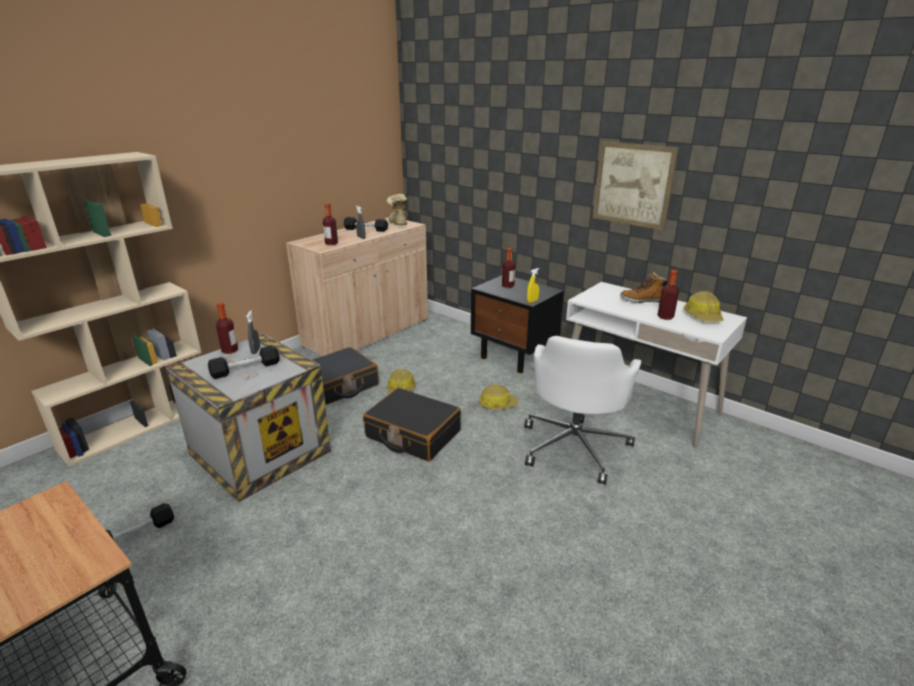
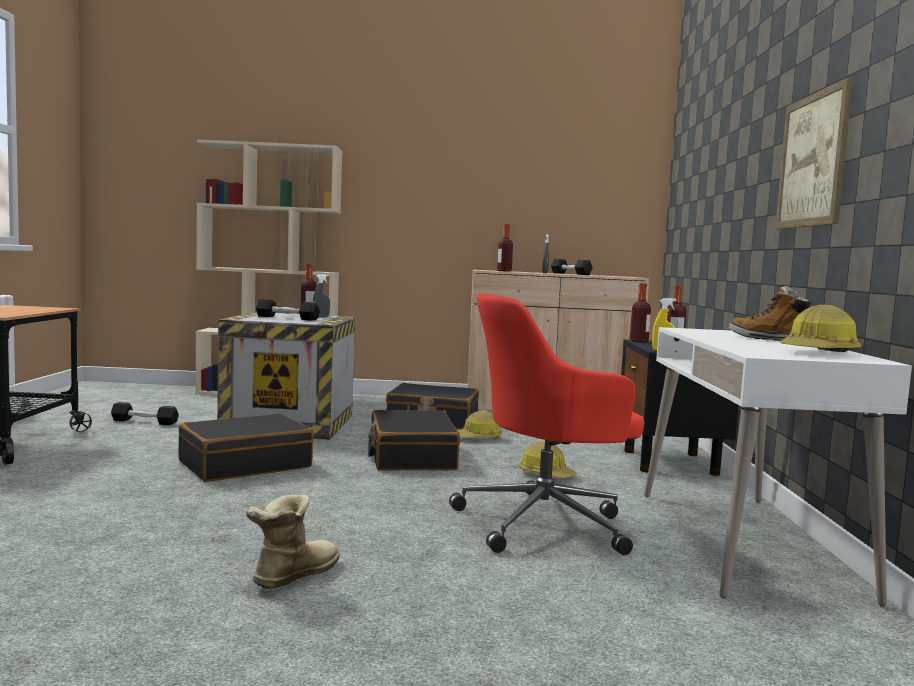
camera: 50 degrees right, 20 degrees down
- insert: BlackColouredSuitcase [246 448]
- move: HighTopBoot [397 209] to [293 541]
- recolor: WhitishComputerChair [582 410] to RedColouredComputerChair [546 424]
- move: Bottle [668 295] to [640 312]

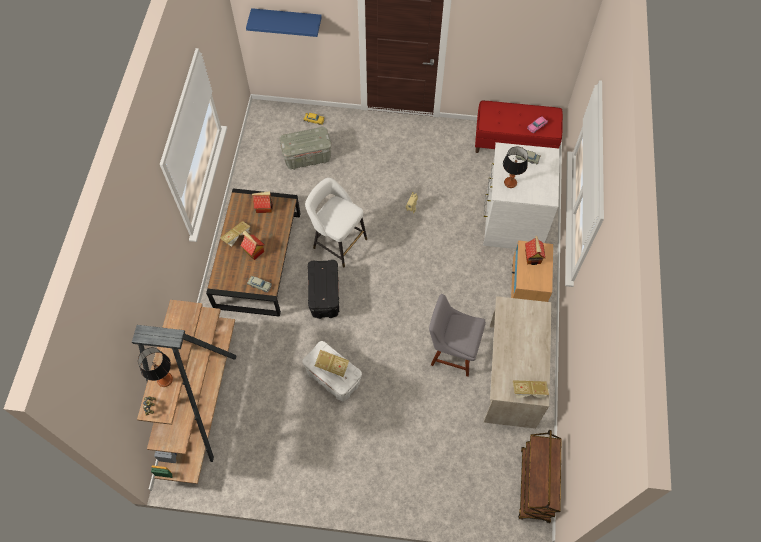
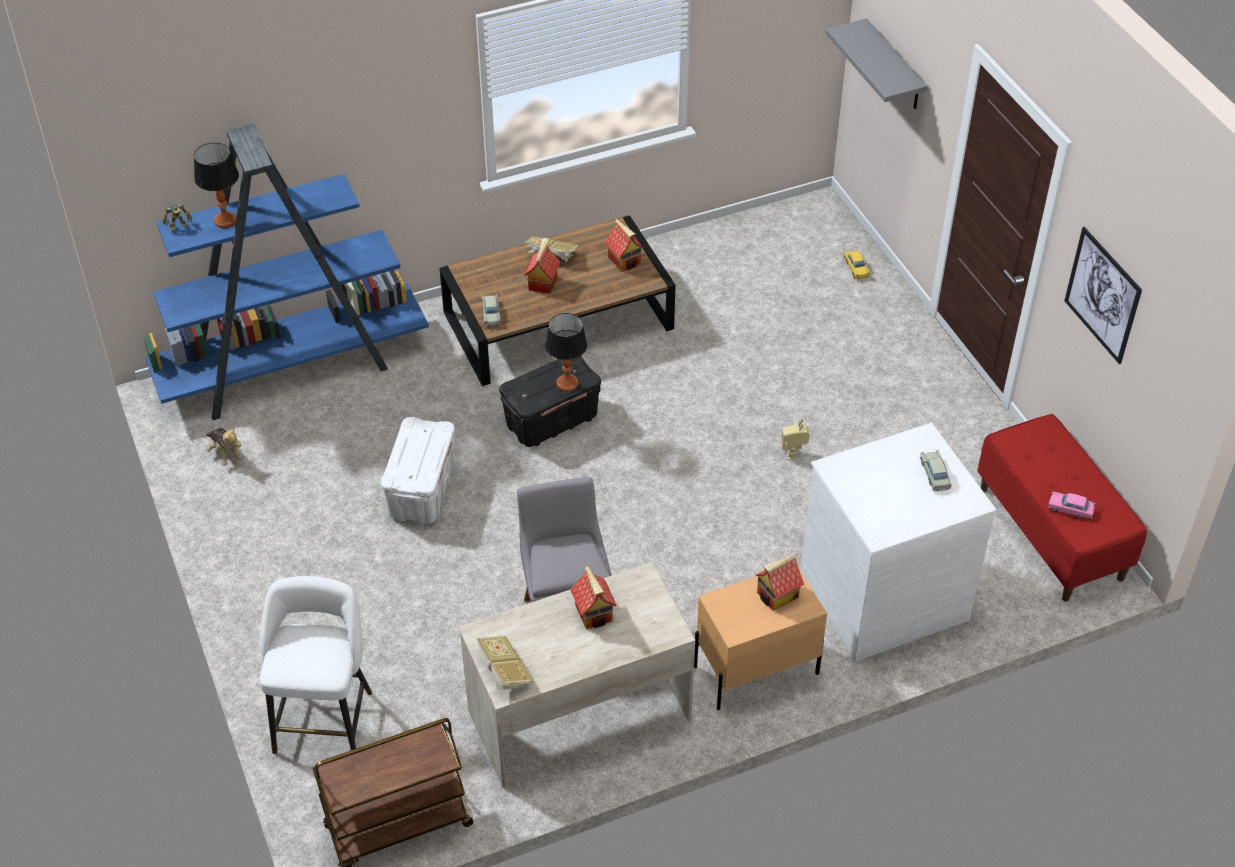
camera: 60 degrees right, 15 degrees down
- recolor: BrownBookcase [184 392] to BlueColouredBookcase [286 272]
- insert: SoftToy [224 447]
- move: WhitishSittingStool [336 222] to [316 665]
- move: TableLamp [515 167] to [566 352]
- insert: MiniatureHouse [593 597]
- recolor: BlueColouredShelf [284 22] to GrayShelf [877 63]
- insert: WallArt [1103 295]
- delete: GrayStorageBin [305 148]
- delete: Volume [332 363]

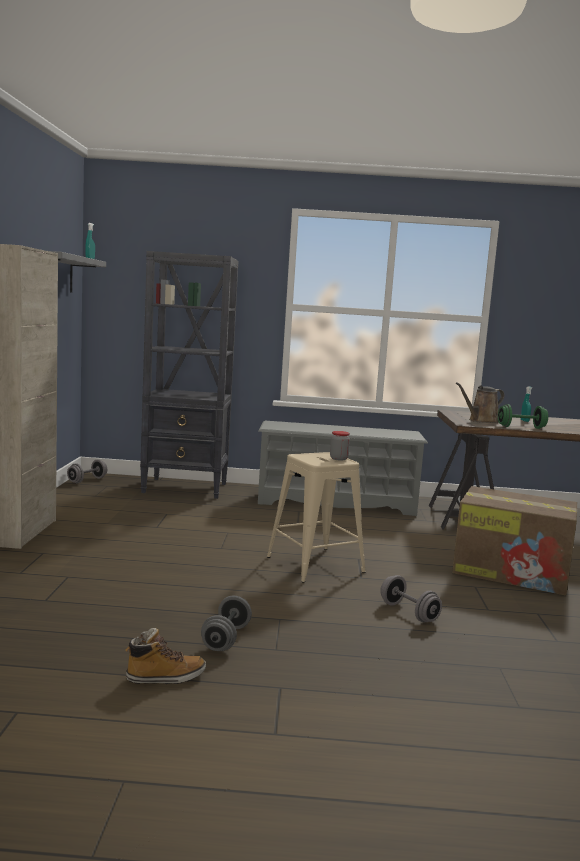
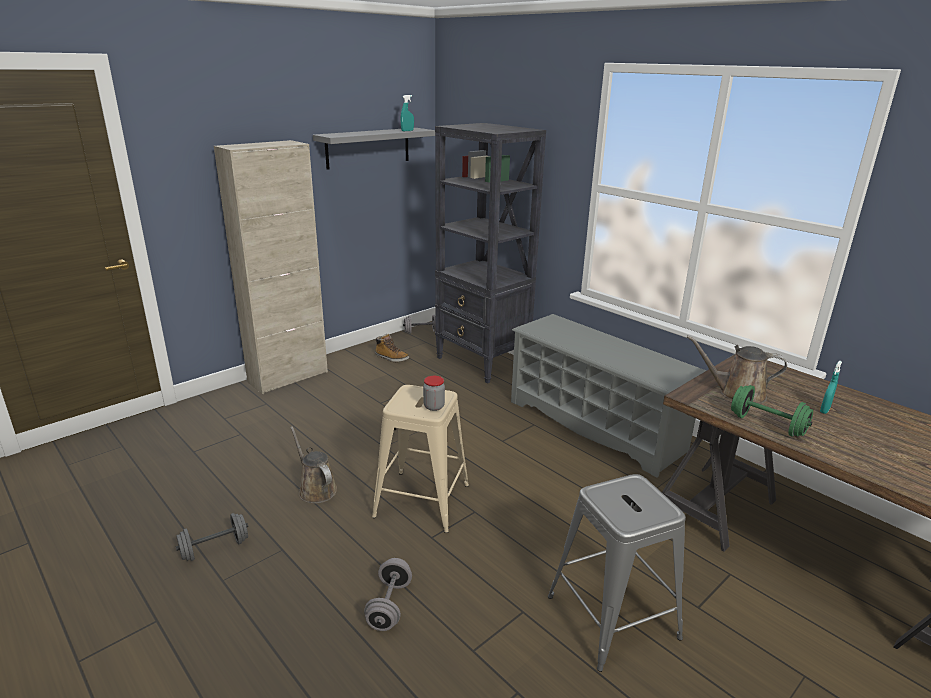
camera: 45 degrees right, 15 degrees up
- insert: BrownWateringPot [313 464]
- move: HighTopBoot [165 656] to [392 348]
- replace: CardboardBox [514 540] to GraySittingStool [617 573]

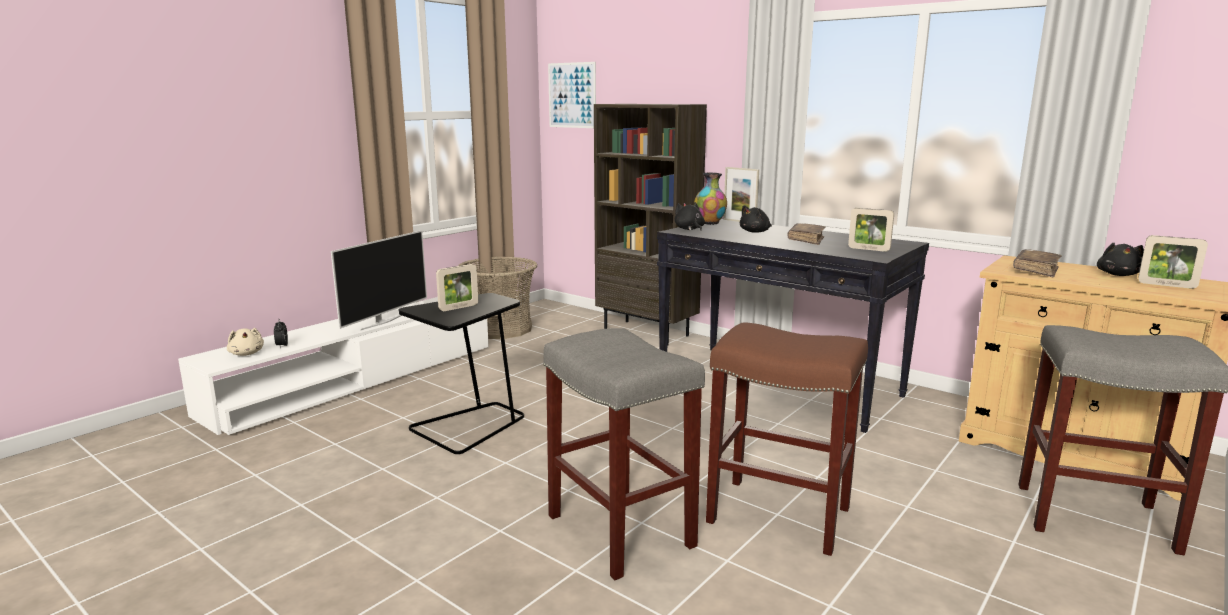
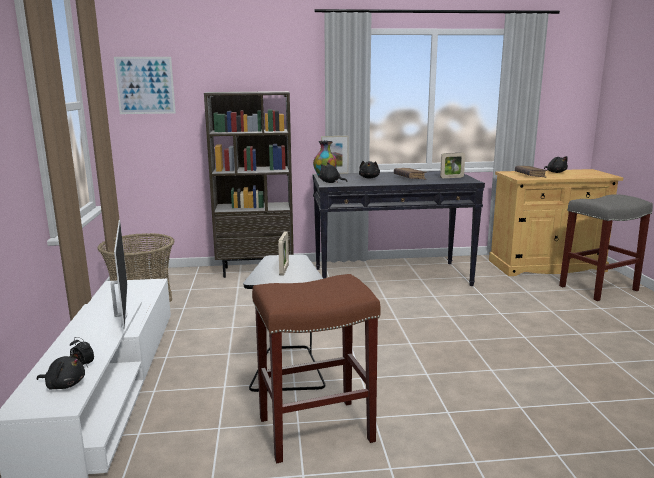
camera: 45 degrees left, 0 degrees up
- recolor: SandColouredSoftToy [245 342] to BlackColouredSoftToy [61 371]
- move: BrownSittingStool [787 439] to [316 368]
- delete: GraySittingStool [624 454]
- delete: PhotoFrame [1173 262]

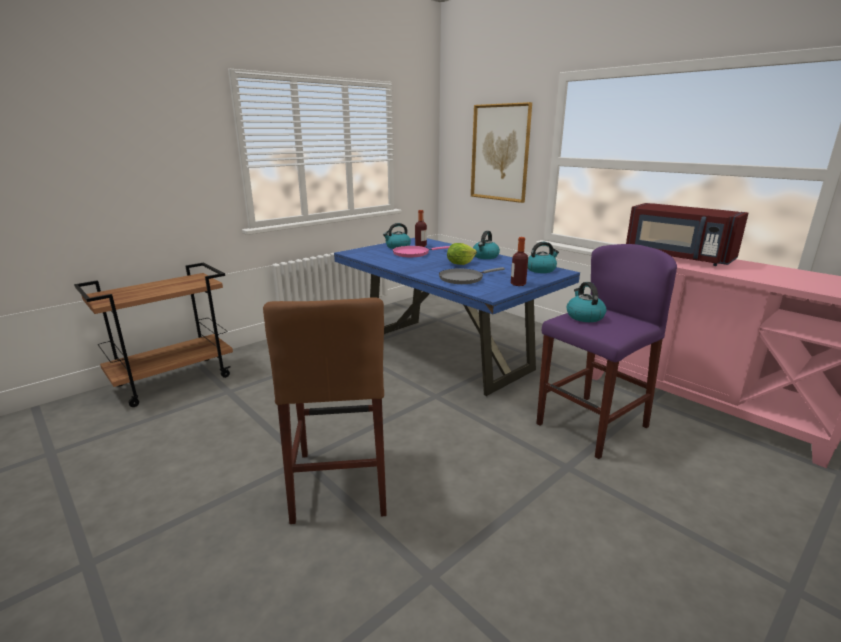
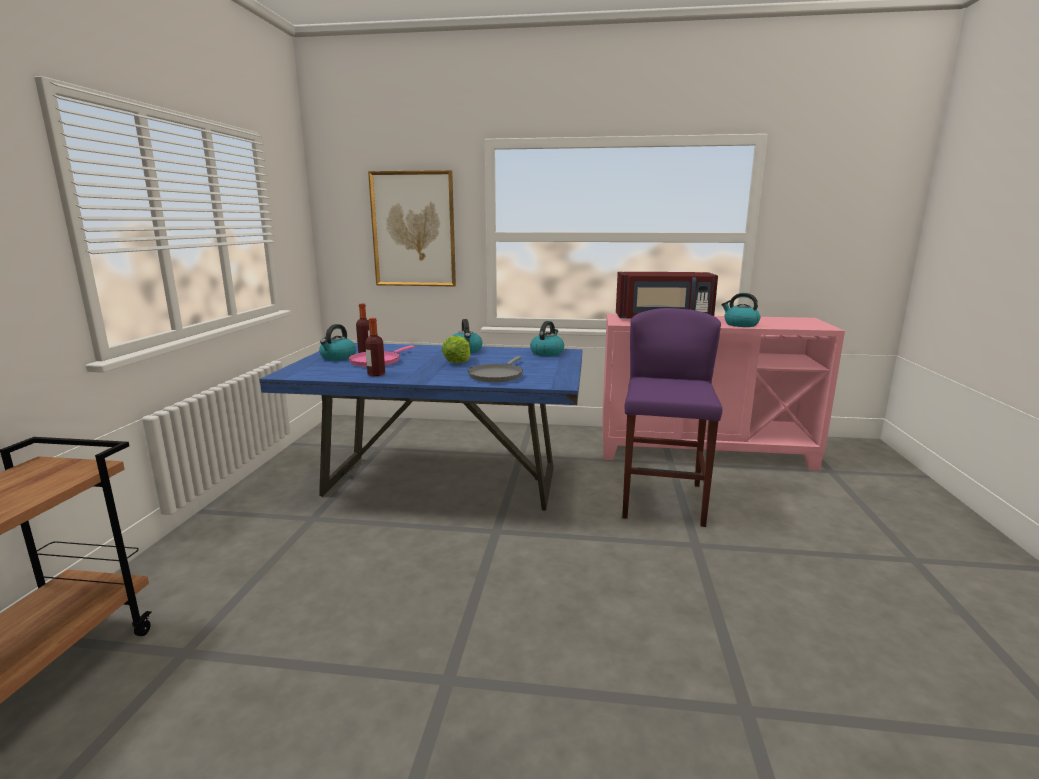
camera: 40 degrees left, 5 degrees down
- move: Bottle [519 261] to [375 347]
- move: WaterKettle [587 302] to [741 310]
- delete: BrownSittingStool [325 410]

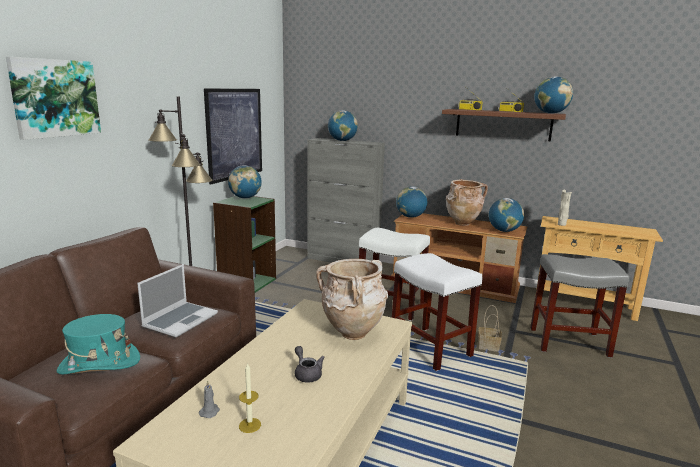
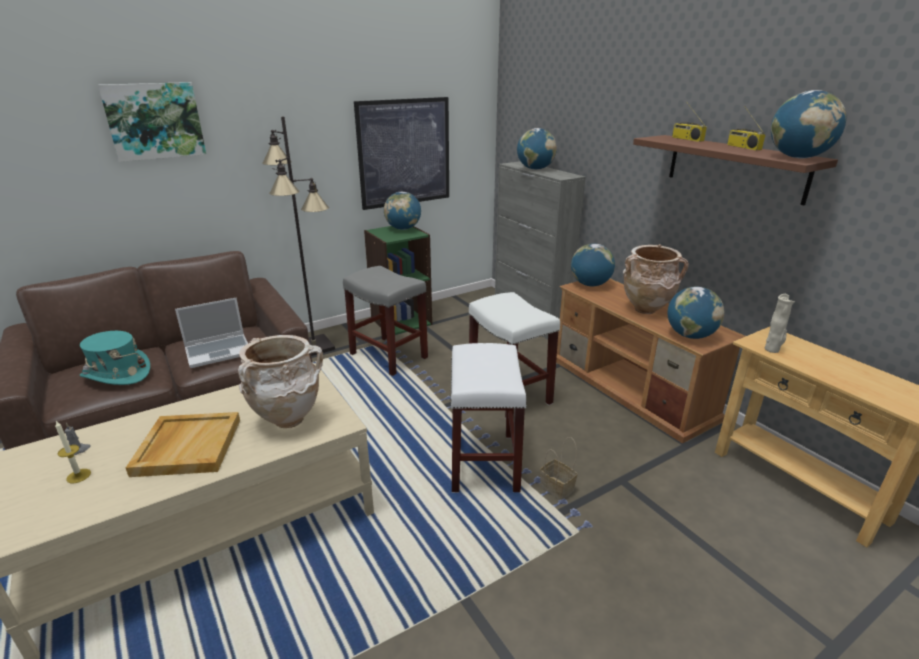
camera: 35 degrees right, 10 degrees up
- replace: GrayTeapot [310 364] to SandColouredServingTray [183 444]
- move: GraySittingStool [579 306] to [385 321]

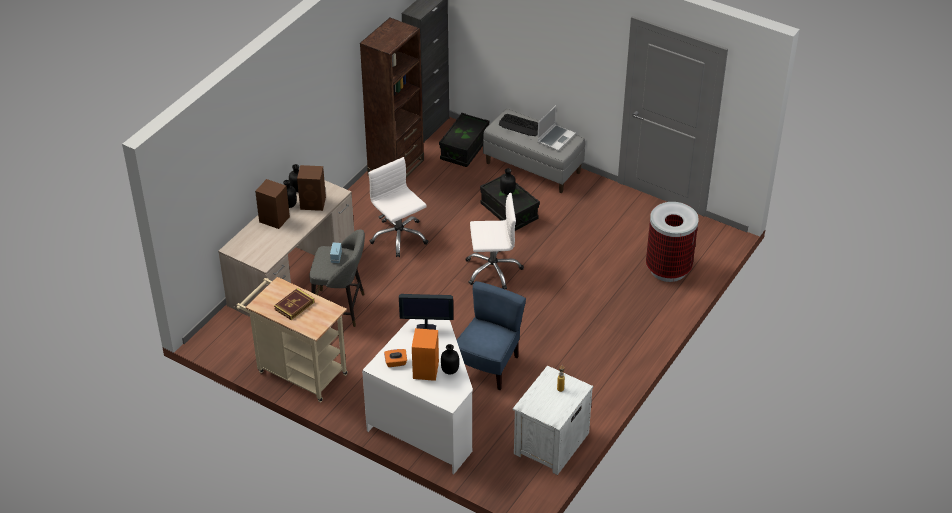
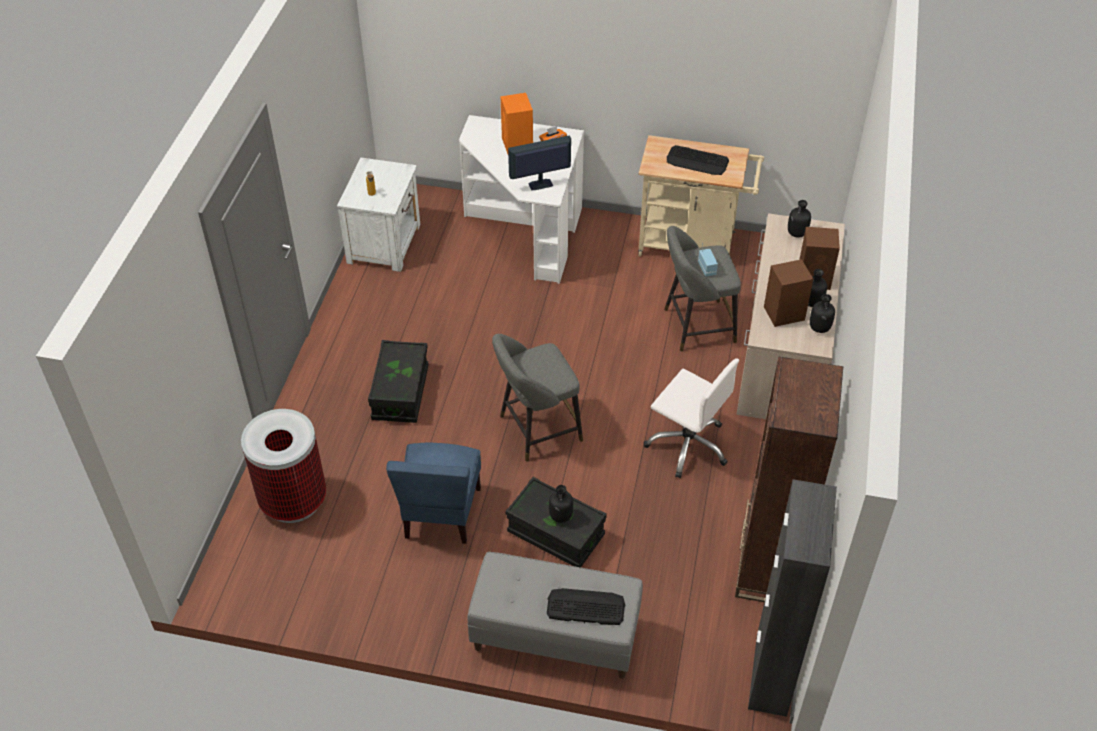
camera: 160 degrees right, 5 degrees up
- move: BlackColouredStorageBin [464 140] to [398 381]
- move: BlueColouredChair [491 335] to [433 493]
- replace: WhitishComputerChair [494 241] to GraySittingStool [537 397]
- replace: Volume [294 304] to ComputerKeyboard [698 160]
- move: BlackColouredBottle [450 359] to [799 219]
- delete: PortableComputer [557 128]

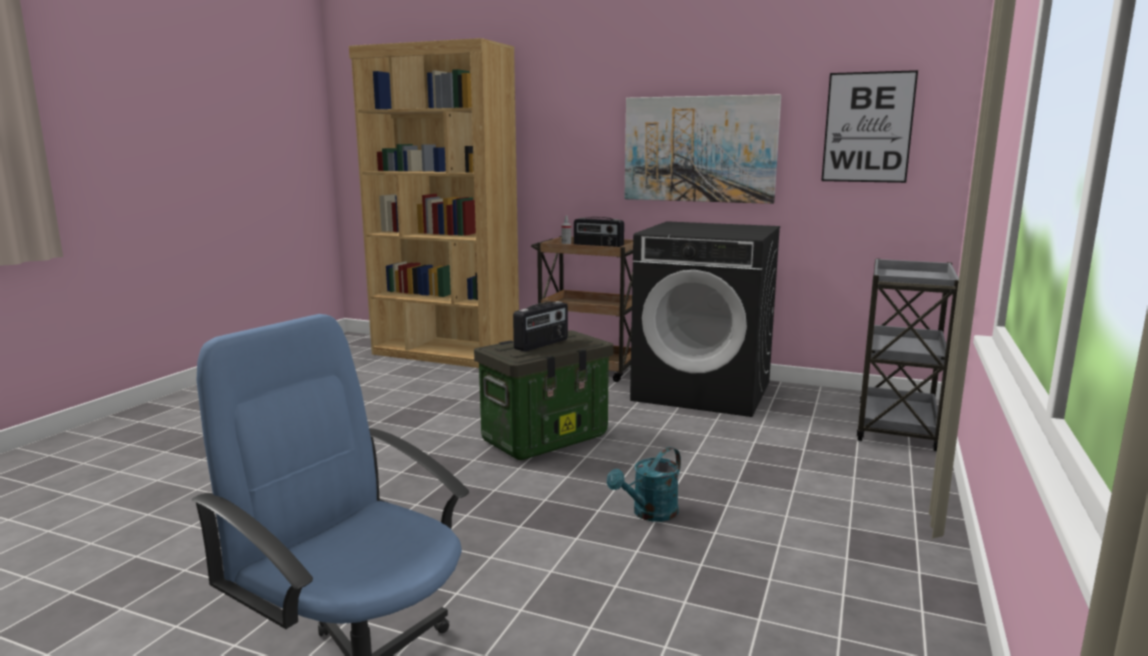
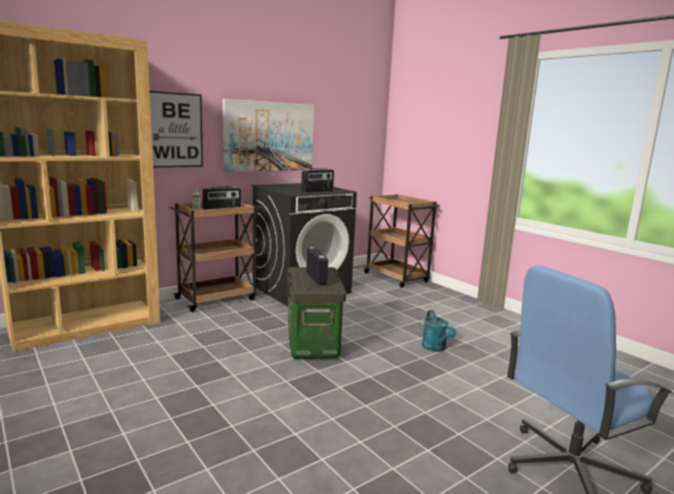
camera: 60 degrees left, 0 degrees up
- move: WallArt [869 126] to [176 129]
- insert: RadioReceiver [317 180]
- recolor: GrayCart [907 354] to BrownCart [401 241]

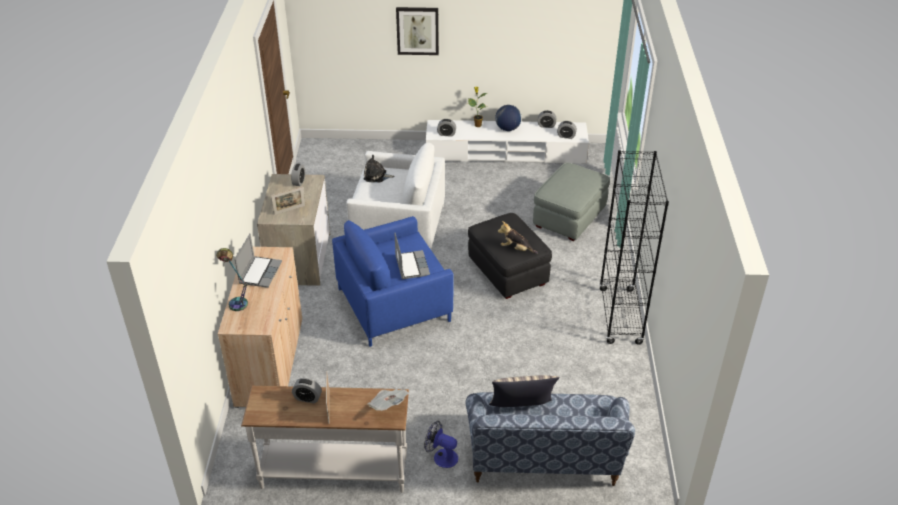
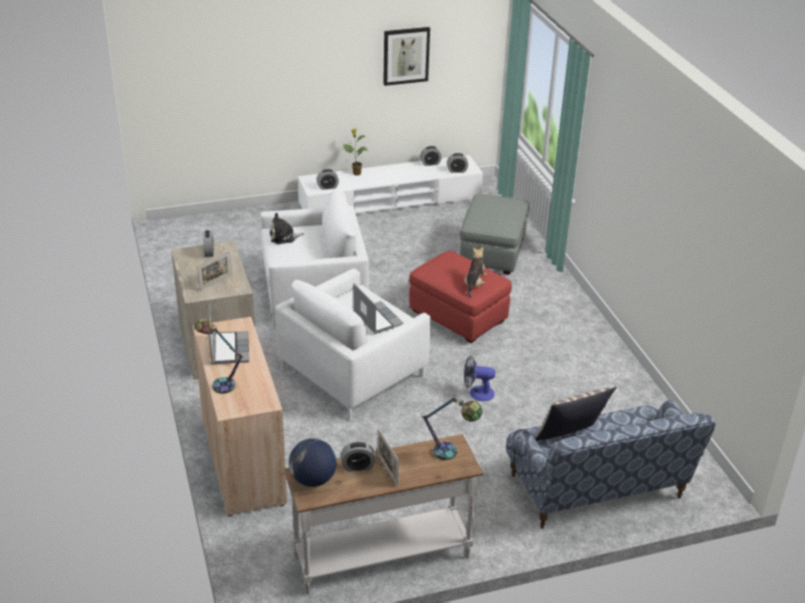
camera: 20 degrees left, 5 degrees down
- recolor: BlueColouredArmchair [393 281] to WhitishArmchair [353 344]
- move: WorldGlobe [508 118] to [313 462]
- move: WallArt [417 31] to [406 56]
- recolor: BlackColouredFootrest [510 256] to RedColouredFootrest [460 297]
- replace: DailyPaper [388 400] to TableLamp [452 427]
- move: ElectricFan [441 444] to [479 378]
- rotate: SoftToy [518 237] = [476 272] 105 degrees clockwise
- delete: BlackColouredBookcase [634 247]

